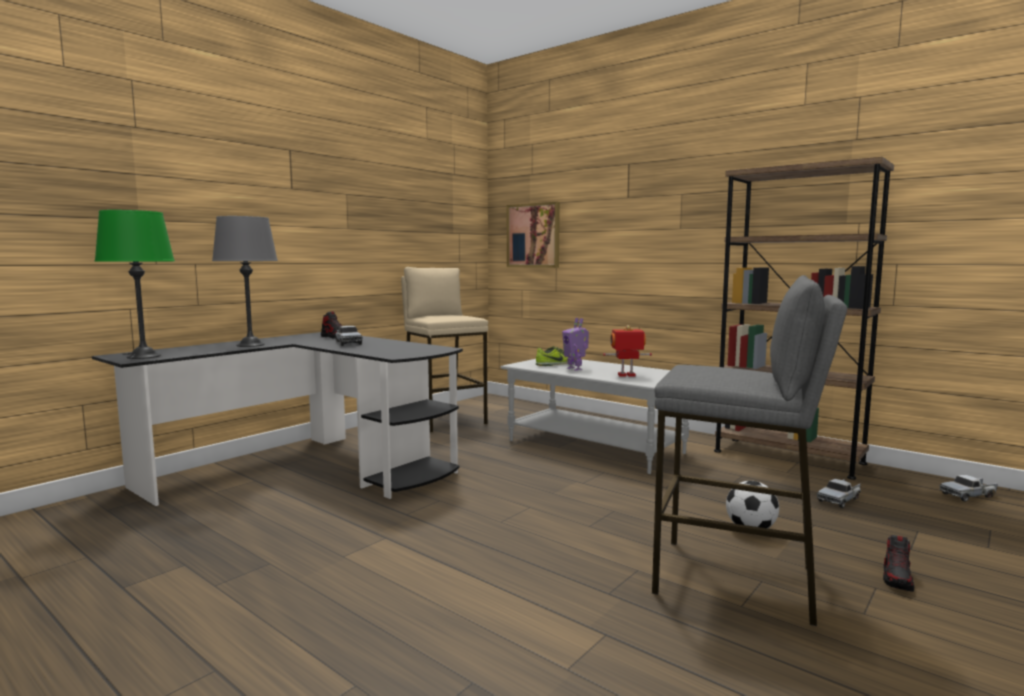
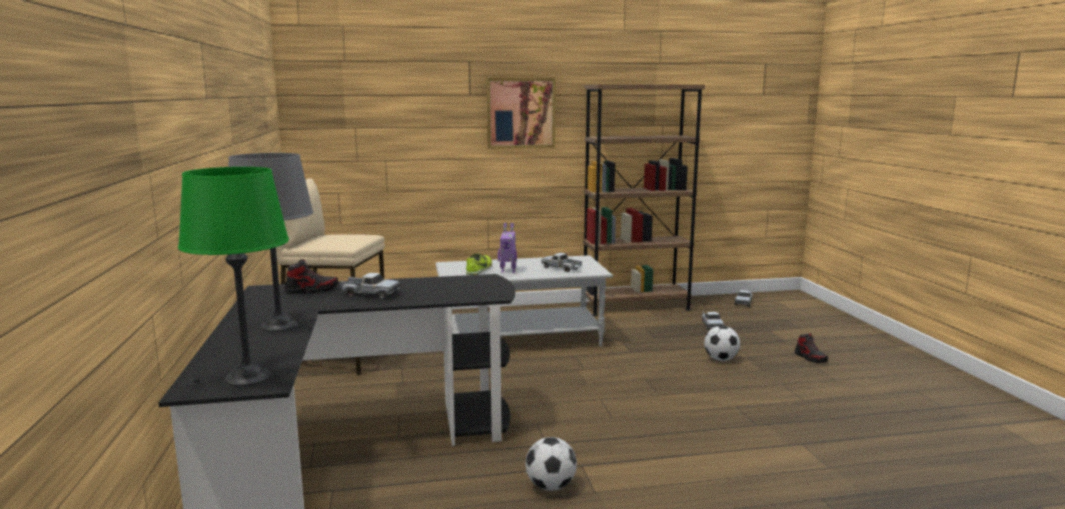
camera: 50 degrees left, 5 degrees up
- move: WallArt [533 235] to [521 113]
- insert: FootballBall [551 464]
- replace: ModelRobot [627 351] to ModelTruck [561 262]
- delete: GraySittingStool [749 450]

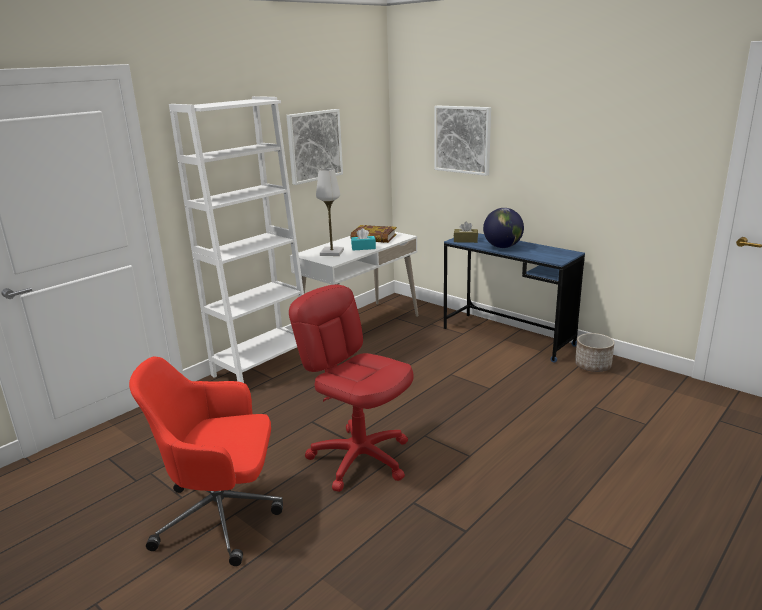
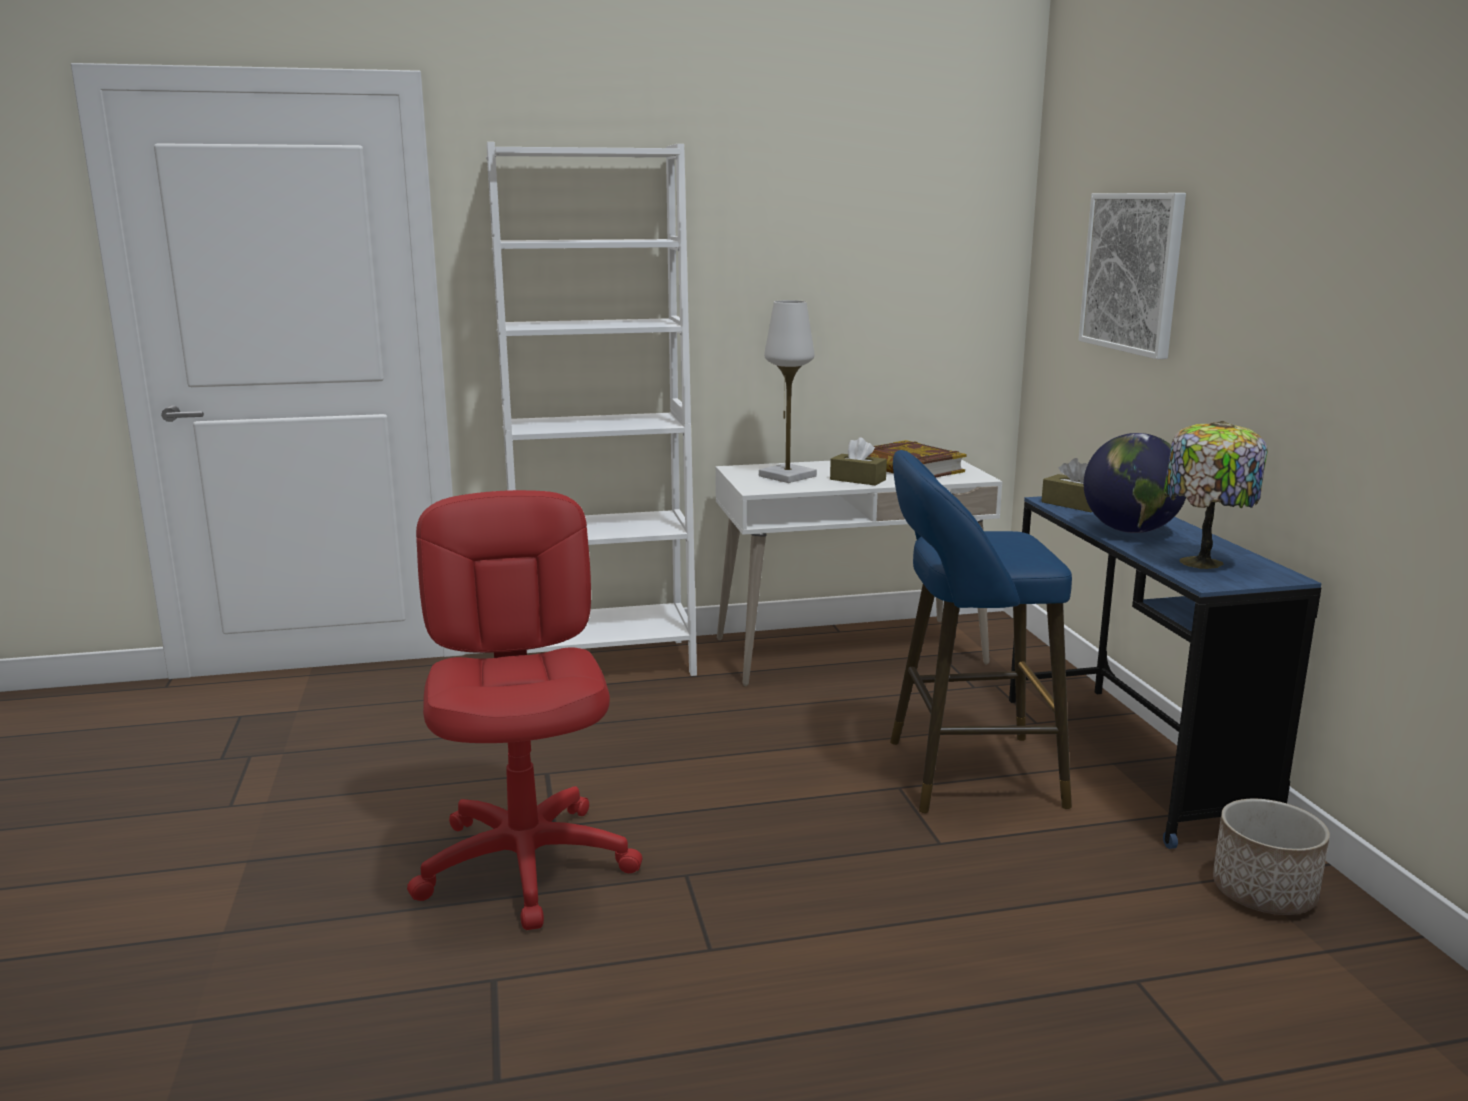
camera: 35 degrees right, 5 degrees down
- recolor: TurquoiseColouredBoxOfTissues [363 239] to BrownBoxOfTissues [858 461]
- insert: BlueColouredSittingStool [981 631]
- insert: TableLamp [1215 495]
- delete: RedColouredComputerChair [206 461]
- delete: WallArt [314 147]

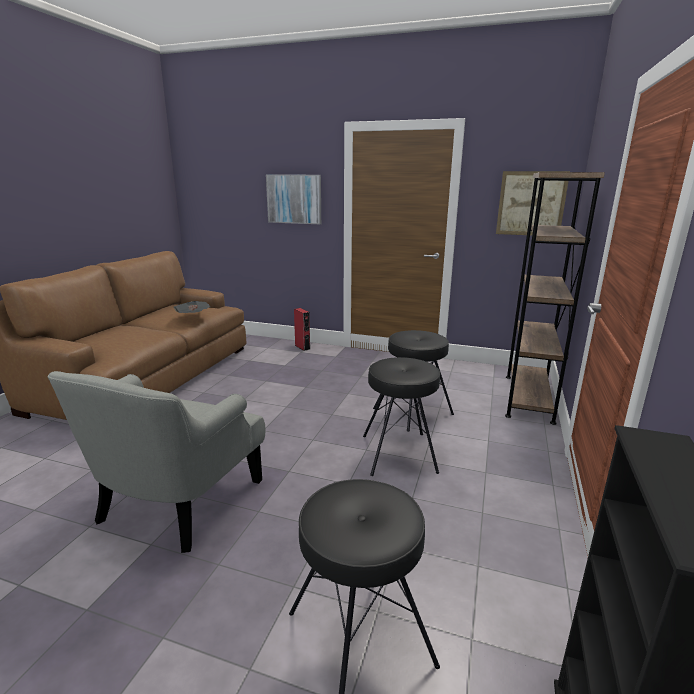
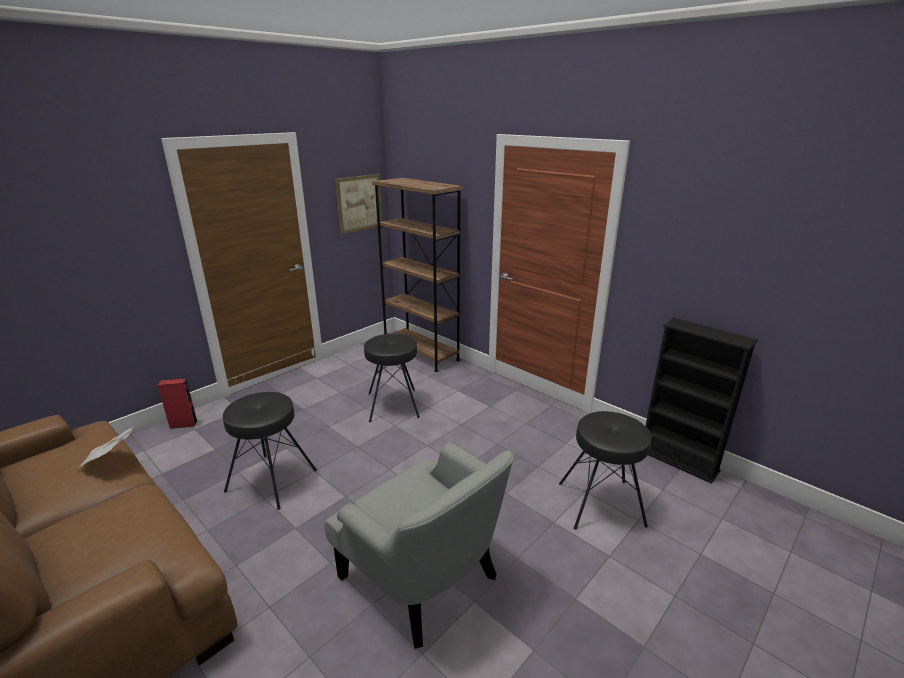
camera: 65 degrees left, 5 degrees up
- move: BlackColouredSittingStool [401 416] to [270 451]
- delete: WallArt [293 199]

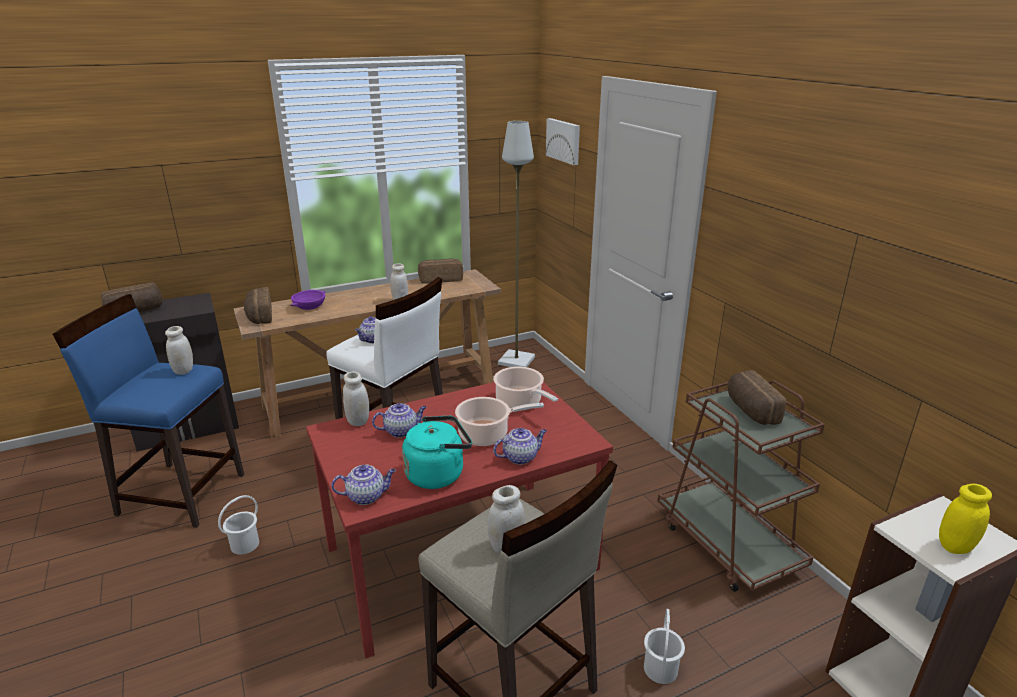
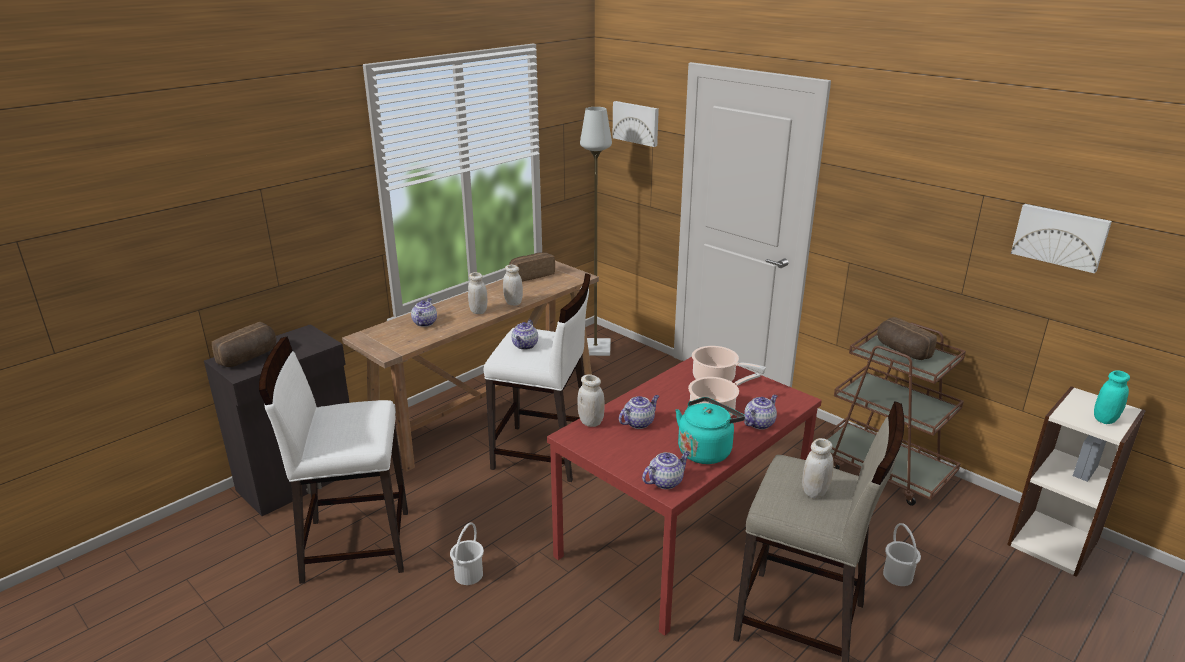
camera: 20 degrees left, 0 degrees up
- recolor: BlueColouredSittingStool [148 411] to WhitishSittingStool [333 460]
- replace: PurpleServingBowl [308 300] to Teapot [424 312]
- move: WhitishJar [179 350] to [477 293]
- insert: WallArt [1061 238]
- recolor: YellowJar [965 519] to TurquoiseColouredJar [1112 397]
- delete: BakeryBread [258 305]

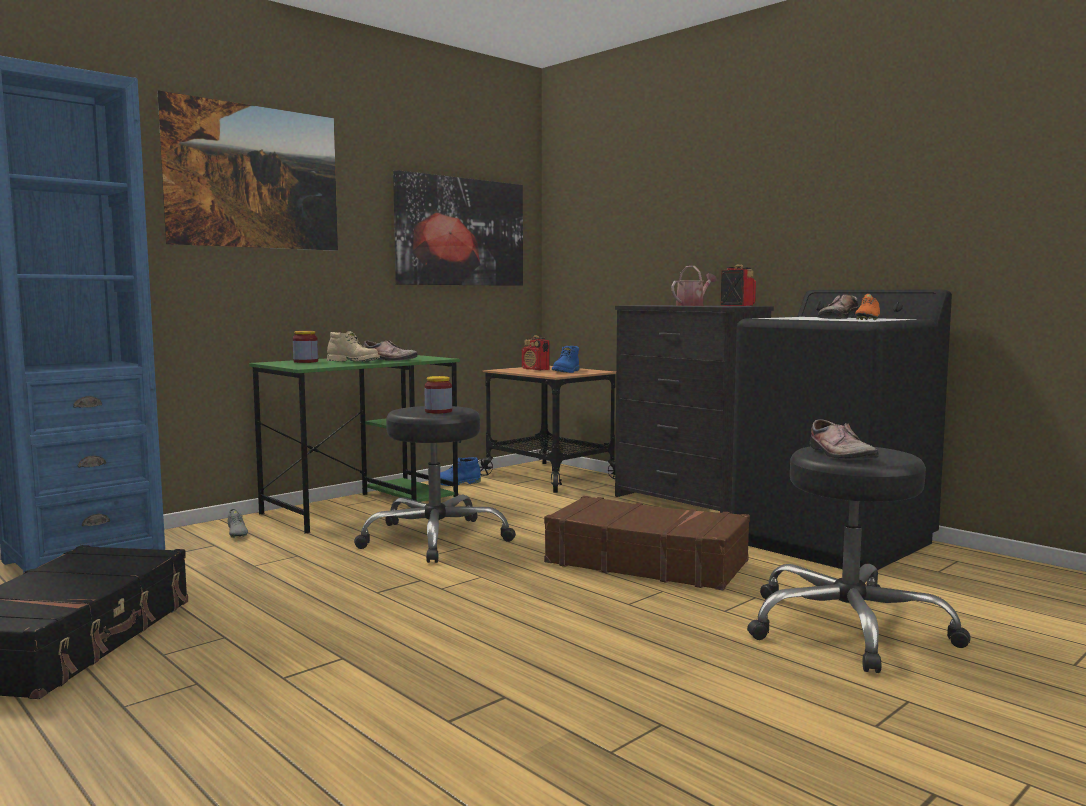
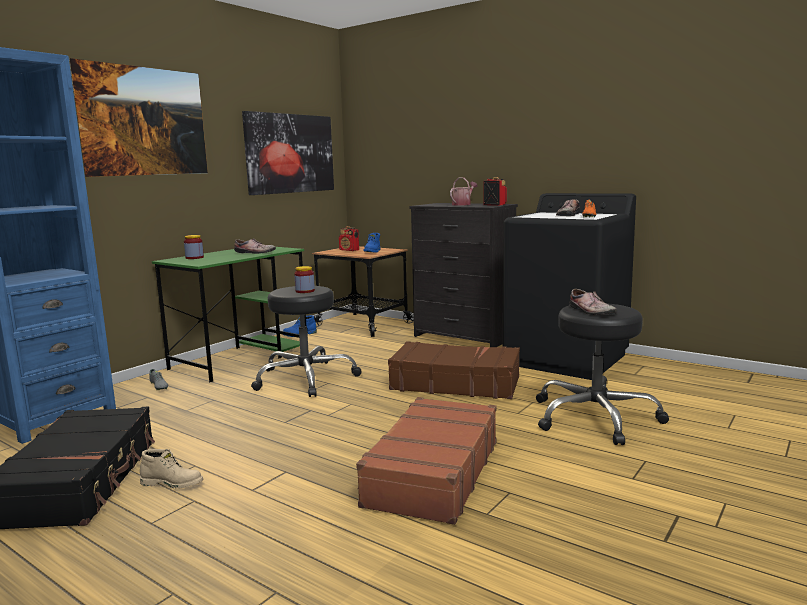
camera: 10 degrees left, 5 degrees up
- move: SandColouredHighTopBoot [353 346] to [171 469]
- insert: BrownSuitcase [426 461]

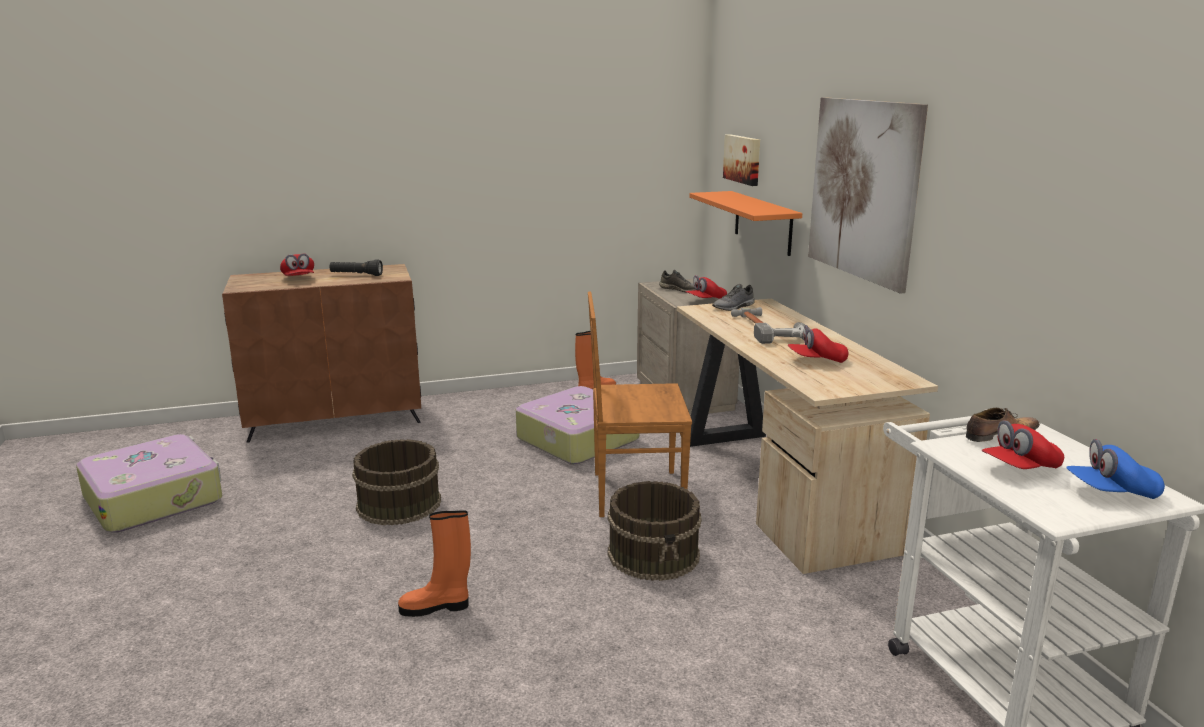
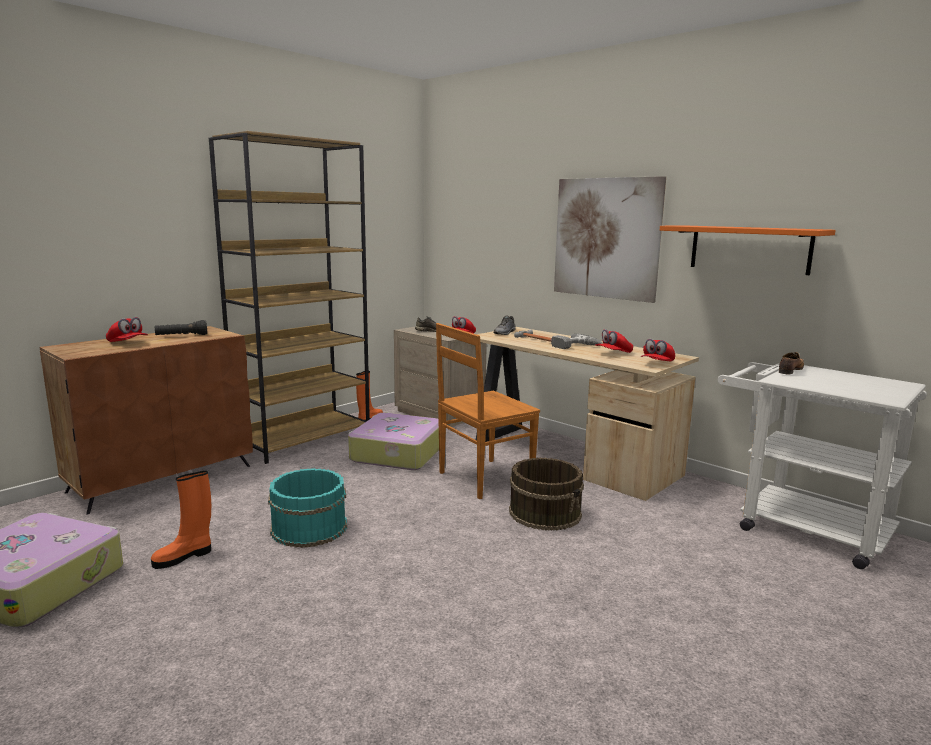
camera: 30 degrees left, 5 degrees down
- move: OrangeyHighTopBoot [434 563] to [181 520]
- insert: BrownBookcase [289 297]
- recolor: BrownBucket [396 482] to TurquoiseColouredBucket [307 508]
- move: RedColouredBaseballCap [1023 444] to [658 350]
- move: OrangeyShelf [745 223] to [748 250]
- delete: WallArt [741 160]
- delete: BlueColouredBaseballCap [1115 469]

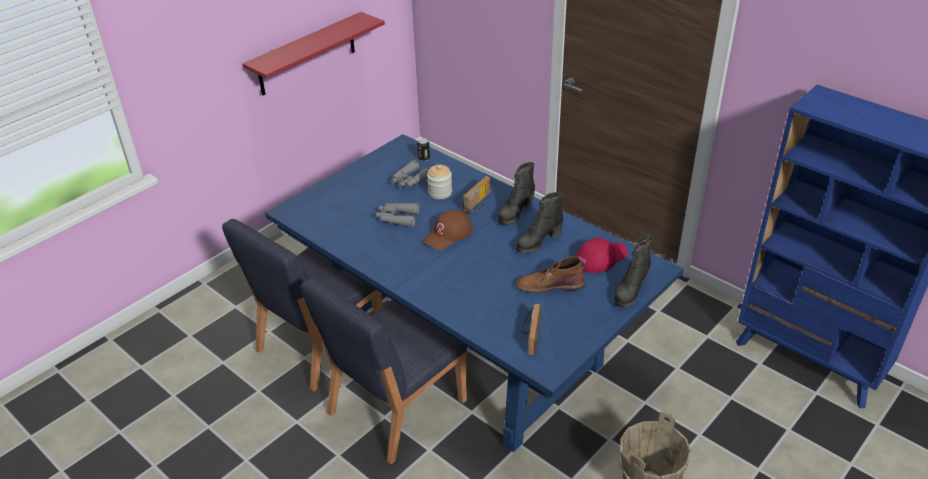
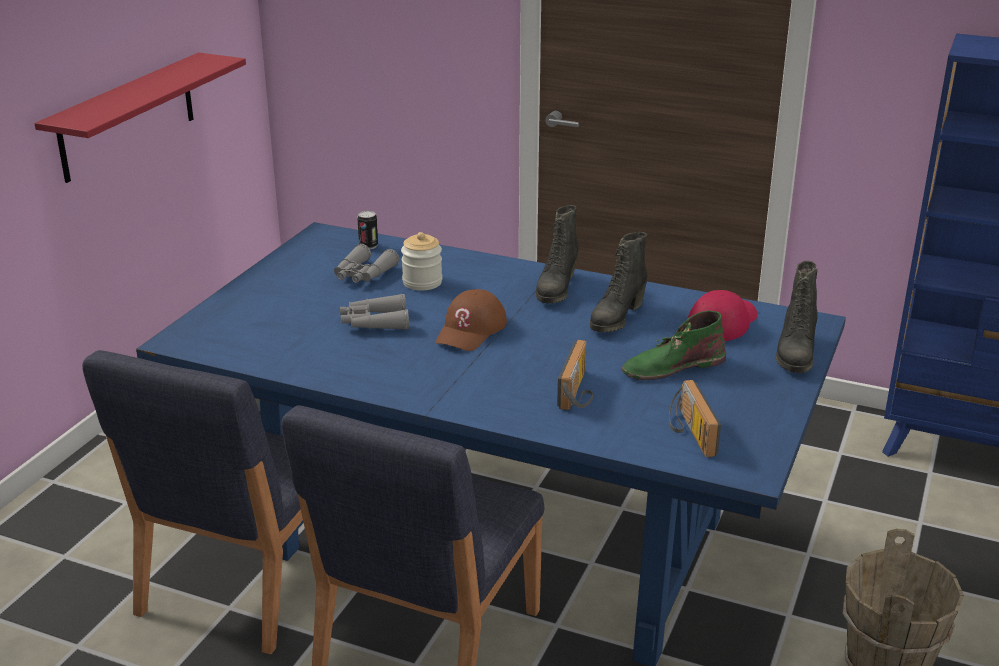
camera: 20 degrees left, 10 degrees down
- move: RadioReceiver [476 194] to [575 375]
- recolor: BrownHighTopBoot [550 274] to GreenHighTopBoot [674 345]

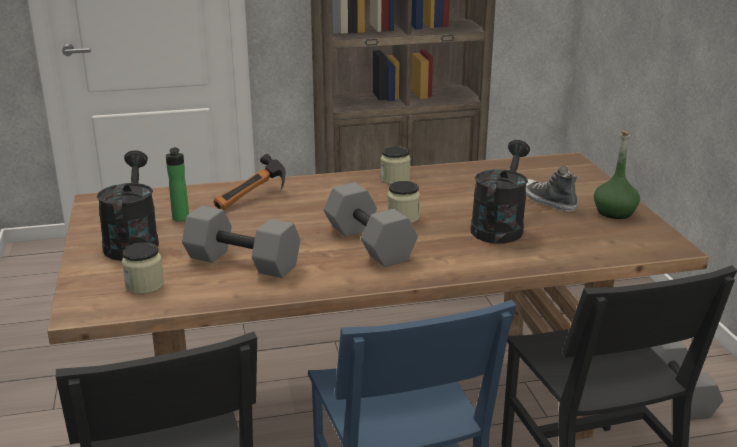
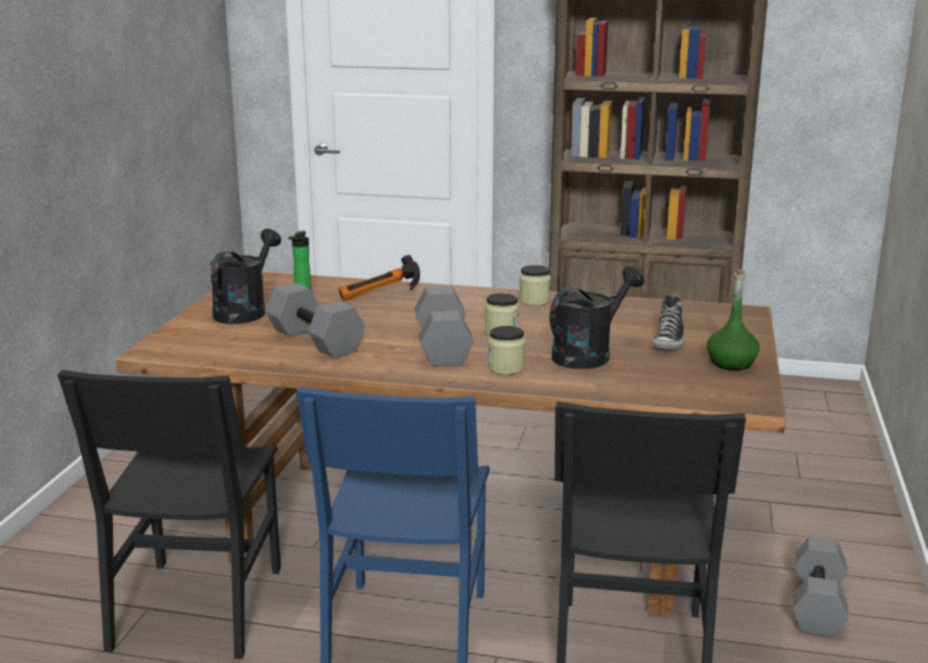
camera: 25 degrees right, 5 degrees down
- move: Jar [143 268] to [507 350]
- rotate: ItemOfFootwear [551 189] = [668 321] 150 degrees counterclockwise

